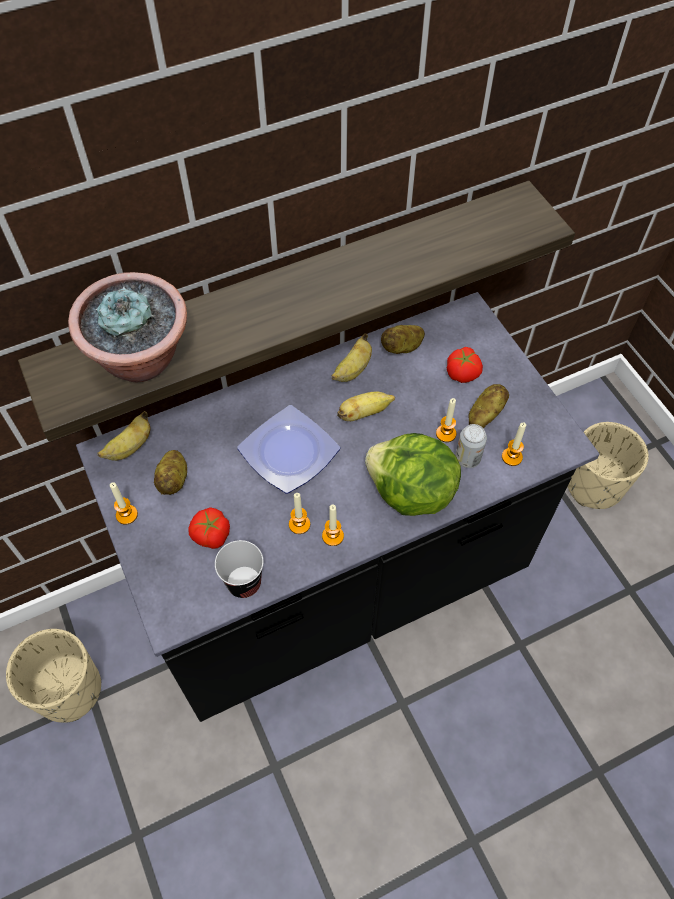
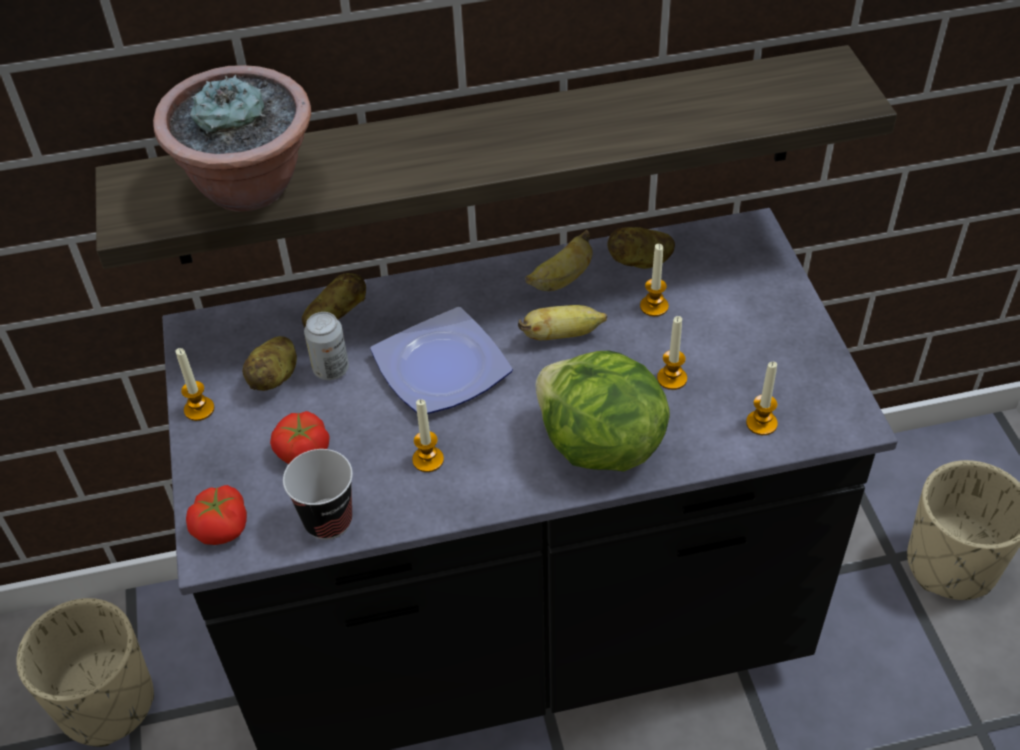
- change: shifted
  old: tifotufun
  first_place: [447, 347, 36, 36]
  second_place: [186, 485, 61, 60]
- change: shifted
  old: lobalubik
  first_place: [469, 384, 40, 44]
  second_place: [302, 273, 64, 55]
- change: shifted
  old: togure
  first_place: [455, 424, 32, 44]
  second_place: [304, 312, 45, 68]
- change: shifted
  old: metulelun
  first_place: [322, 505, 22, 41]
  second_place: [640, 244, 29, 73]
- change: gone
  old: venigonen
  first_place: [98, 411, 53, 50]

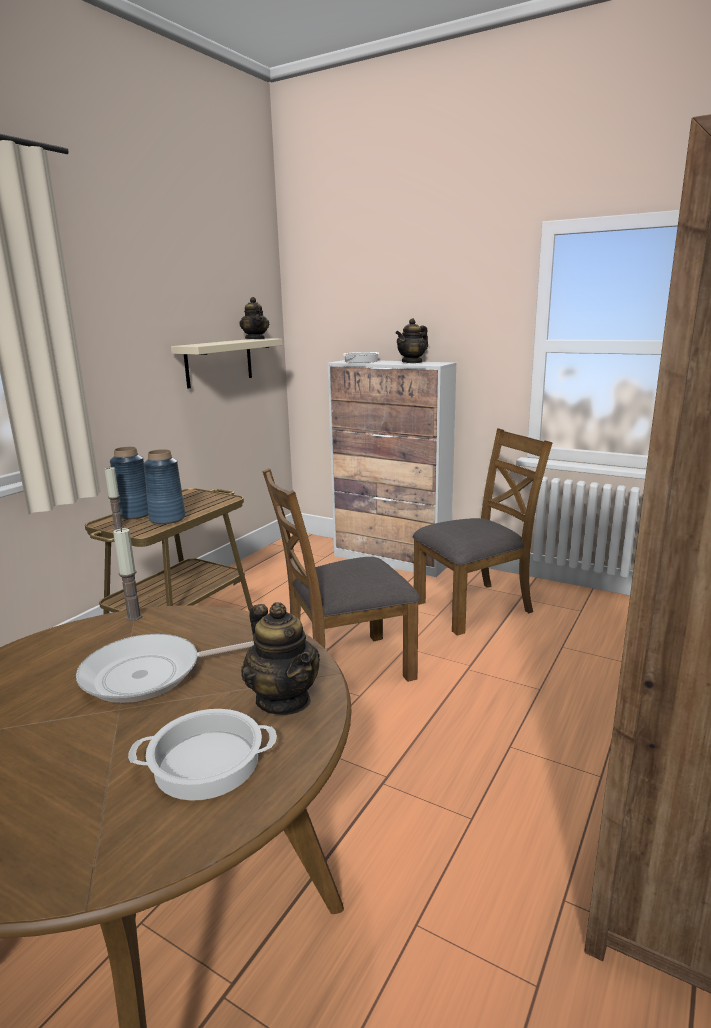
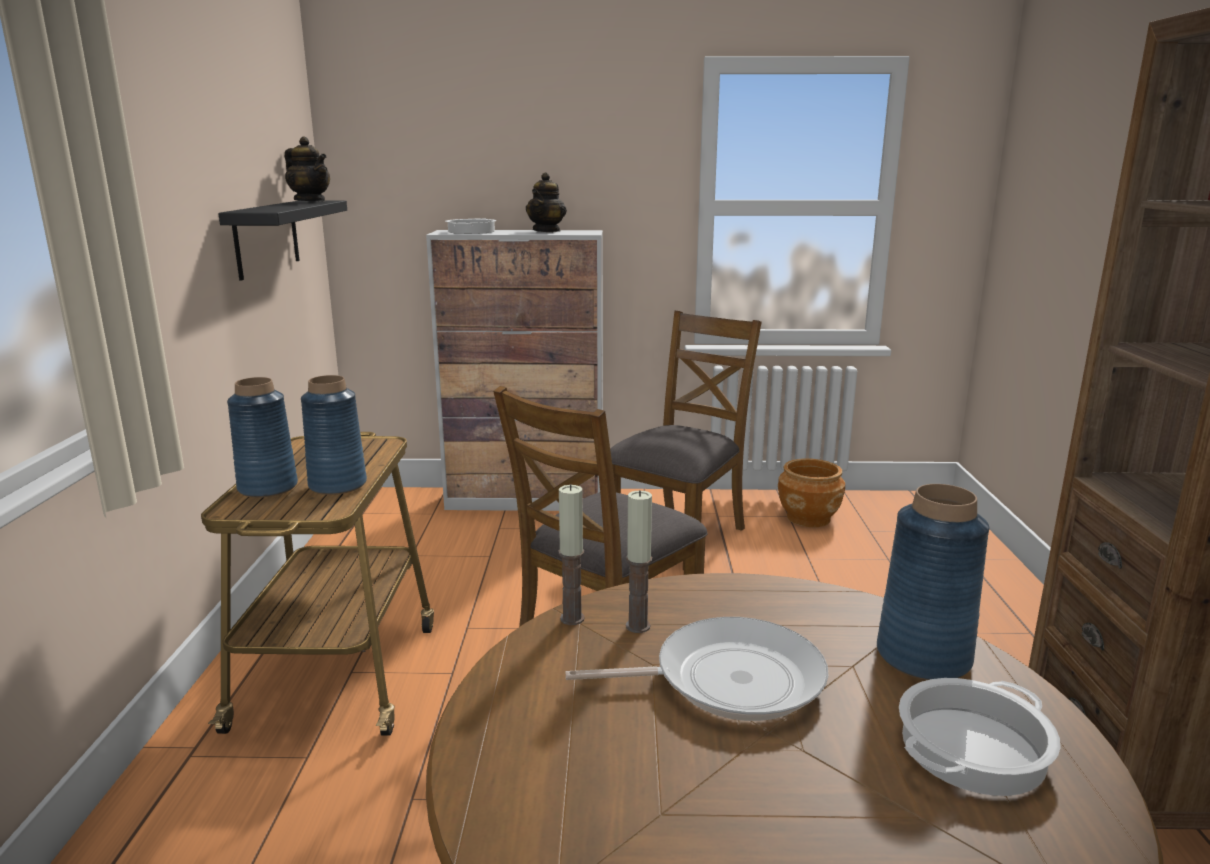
- change: repainted
  old: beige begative
  new: black begative
  first_place: [171, 339, 112, 49]
  second_place: [218, 200, 129, 81]
- change: rotated
  old: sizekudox
  first_place: [76, 634, 178, 69]
  second_place: [566, 617, 263, 104]
  degrees: -135
- change: shifted
  old: metulelun
  first_place: [104, 466, 20, 63]
  second_place: [626, 490, 26, 143]
- change: new
  new: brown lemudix
  second_place: [778, 458, 67, 69]
- change: swapped
  old: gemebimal
  new: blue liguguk
  first_place: [241, 602, 79, 113]
  second_place: [877, 484, 112, 196]

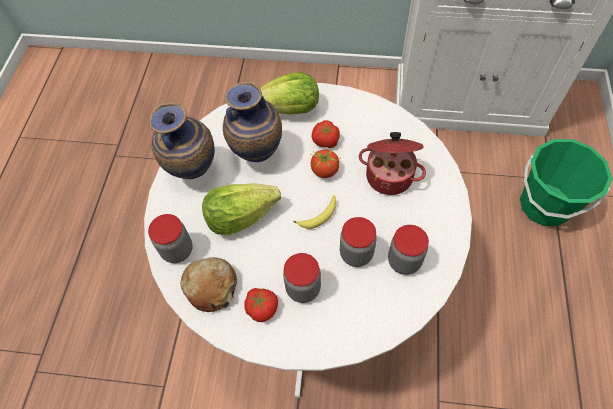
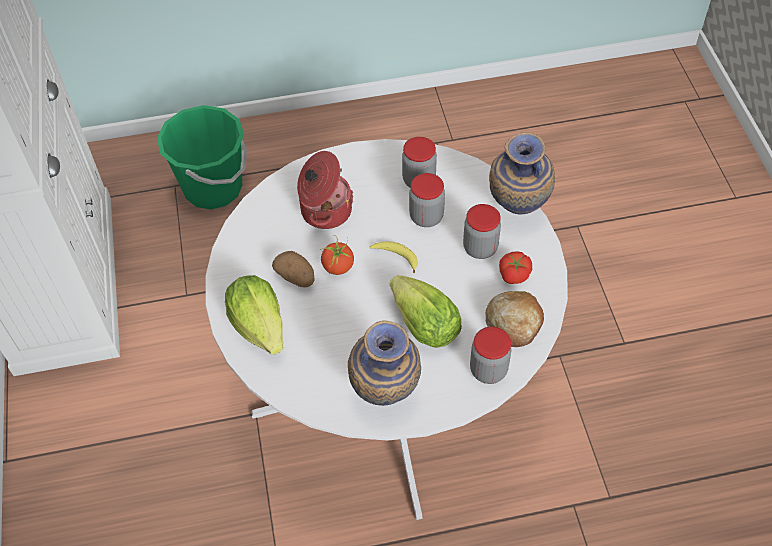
- change: swapped
  old: tifotufun
  new: lobalubik
  first_place: [311, 120, 29, 28]
  second_place: [272, 251, 43, 37]
- change: shifted
  old: liguguk
  first_place: [223, 82, 59, 80]
  second_place: [489, 132, 66, 82]

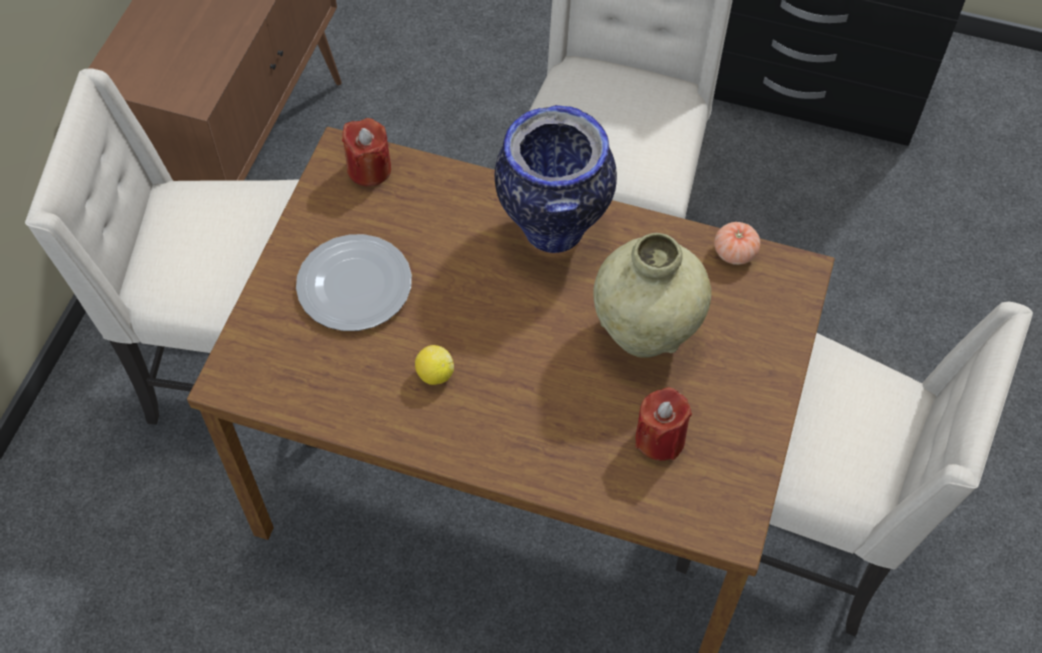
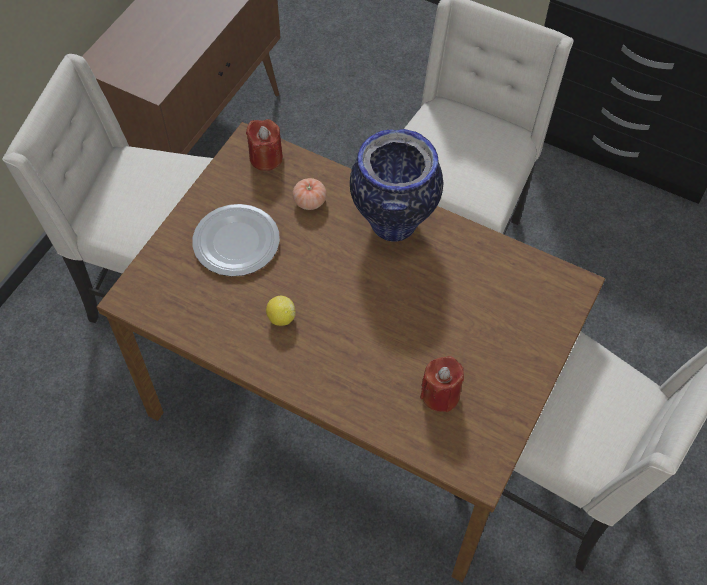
- change: shifted
  old: tifotufun
  first_place: [714, 222, 46, 43]
  second_place: [292, 178, 35, 32]
- change: gone
  old: beige liguguk
  first_place: [593, 233, 118, 125]

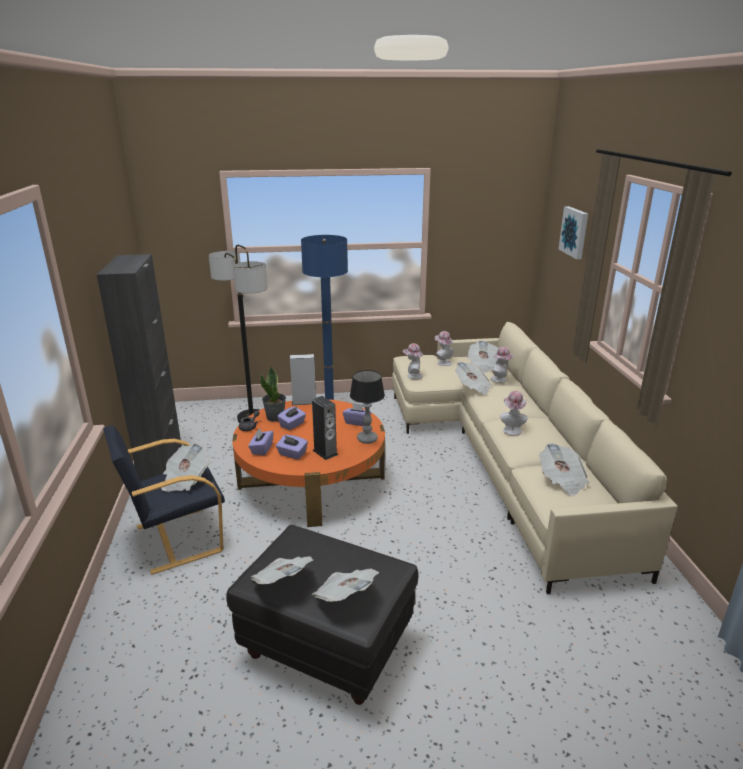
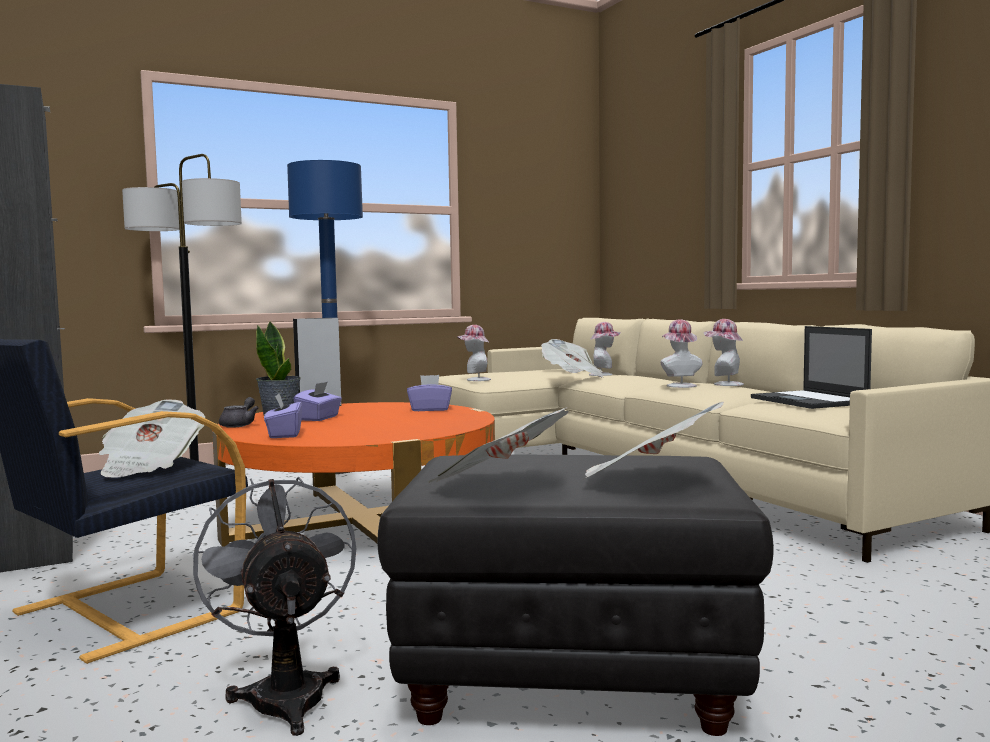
- change: new
  new: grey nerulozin
  second_place: [193, 477, 163, 259]
- change: shifted
  old: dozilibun
  first_place: [435, 331, 19, 35]
  second_place: [704, 319, 40, 67]
- change: swapped
  old: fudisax
  new: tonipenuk
  first_place: [539, 443, 51, 53]
  second_place: [751, 326, 121, 83]
- change: gone
  old: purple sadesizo
  first_place: [276, 435, 32, 24]
- change: gone
  old: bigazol
  first_place: [312, 396, 26, 64]
- change: gone
  old: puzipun
  first_place: [350, 370, 35, 74]
- change: gone
  old: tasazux
  first_place: [559, 206, 29, 53]

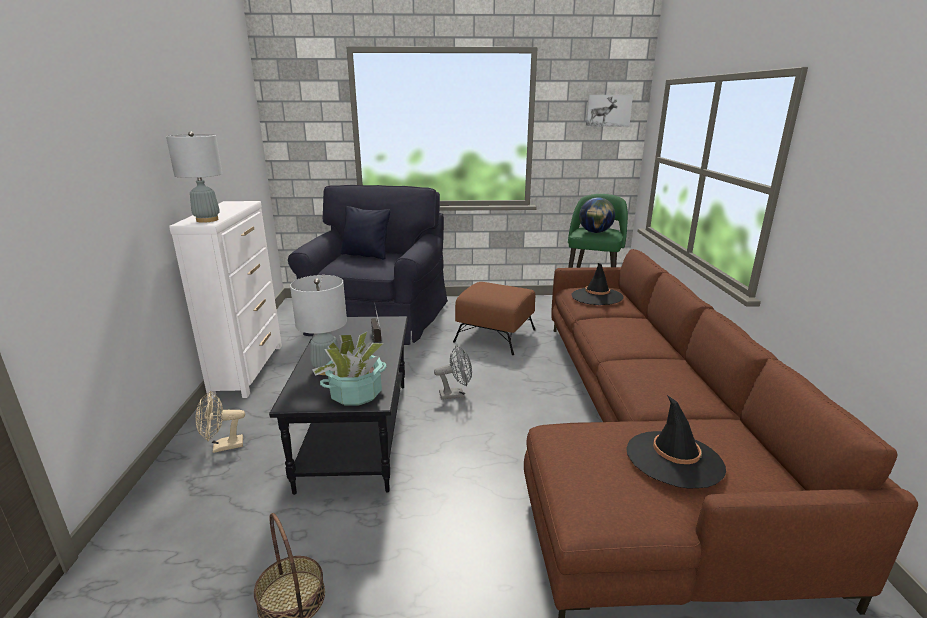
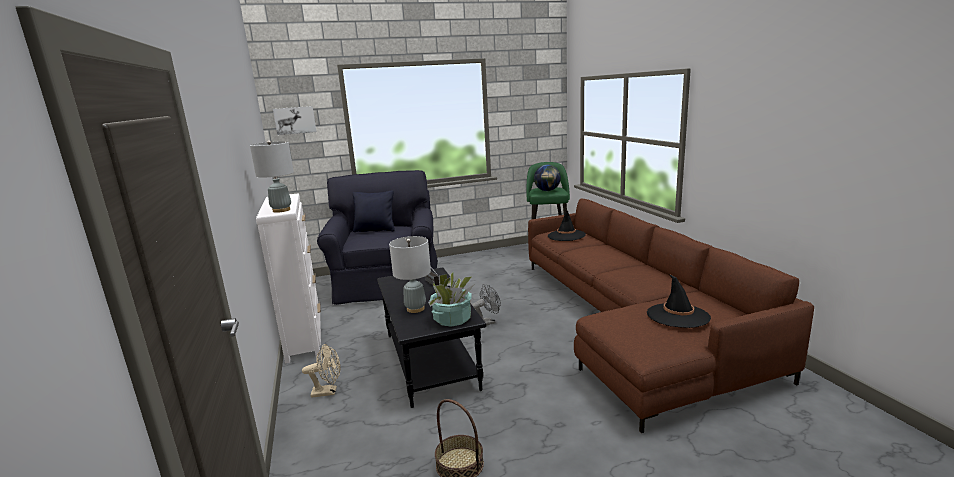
- change: shifted
  old: tasazux
  first_place: [586, 95, 47, 32]
  second_place: [273, 106, 43, 29]
- change: rotated
  old: beige nerulozin
  first_place: [196, 391, 49, 62]
  second_place: [302, 344, 38, 54]
  degrees: -150
- change: gone
  old: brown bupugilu
  first_place: [453, 282, 82, 73]

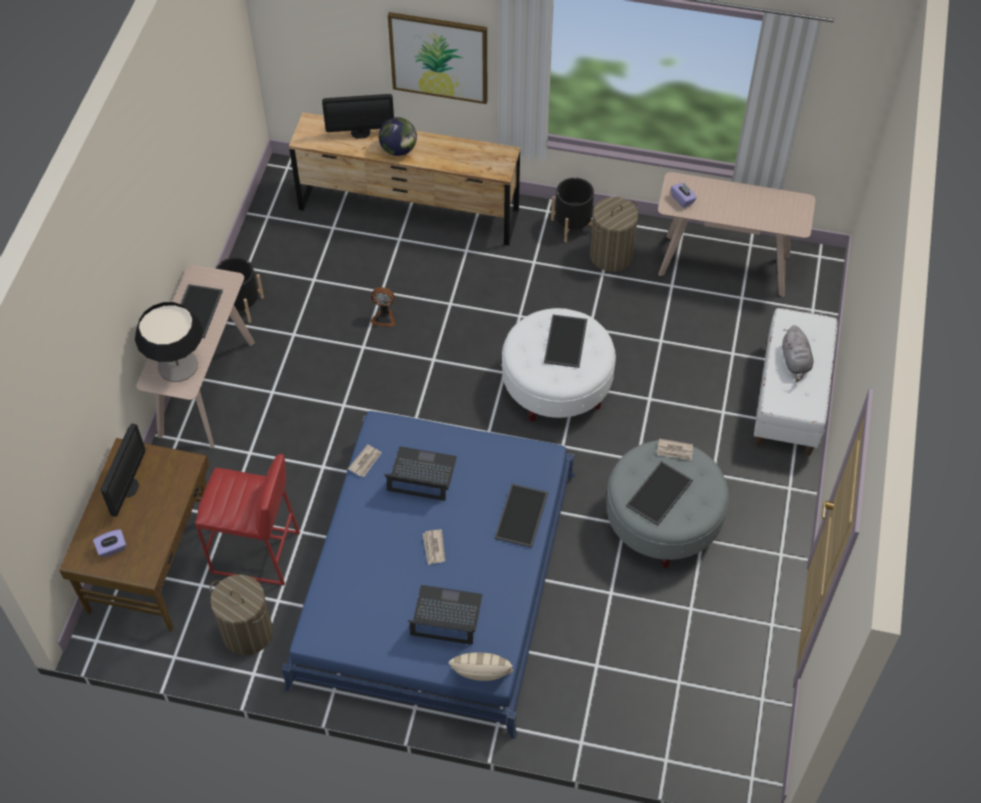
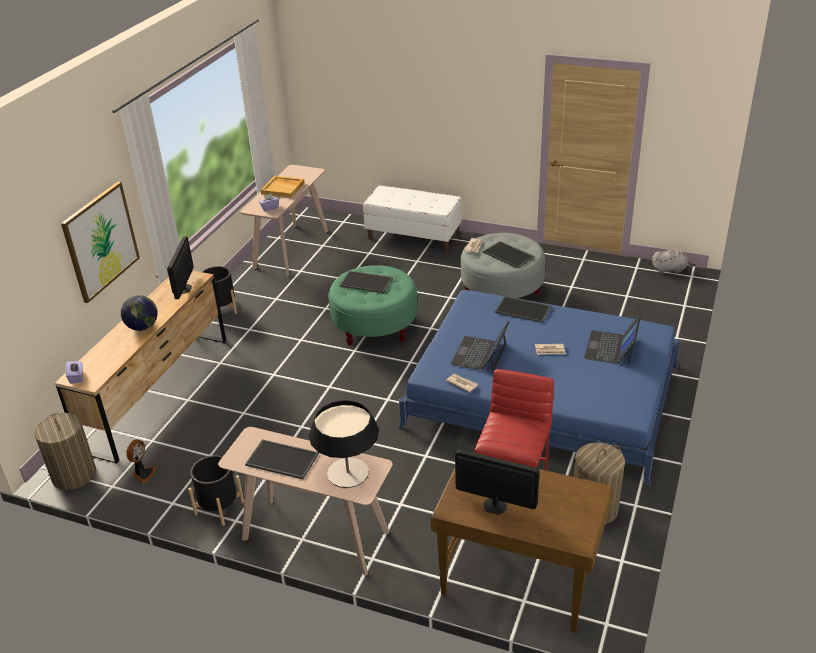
- change: shifted
  old: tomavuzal
  first_place: [590, 197, 49, 75]
  second_place: [34, 413, 62, 77]
- change: shifted
  old: purple sadesizo
  first_place: [93, 529, 33, 28]
  second_place: [66, 361, 17, 23]
- change: shifted
  old: nerulozin
  first_place: [371, 287, 24, 40]
  second_place: [126, 439, 31, 45]
- change: shifted
  old: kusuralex
  first_place: [322, 94, 72, 45]
  second_place: [167, 236, 27, 63]
- change: new
  new: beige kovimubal
  second_place: [261, 176, 43, 22]
- change: repainted
  old: white bupugilu
  new: green bupugilu
  first_place: [501, 308, 115, 114]
  second_place: [328, 265, 90, 81]
- change: shifted
  old: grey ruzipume
  first_place: [782, 325, 31, 57]
  second_place: [652, 250, 44, 24]
- change: gone
  old: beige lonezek
  first_place: [449, 652, 65, 29]

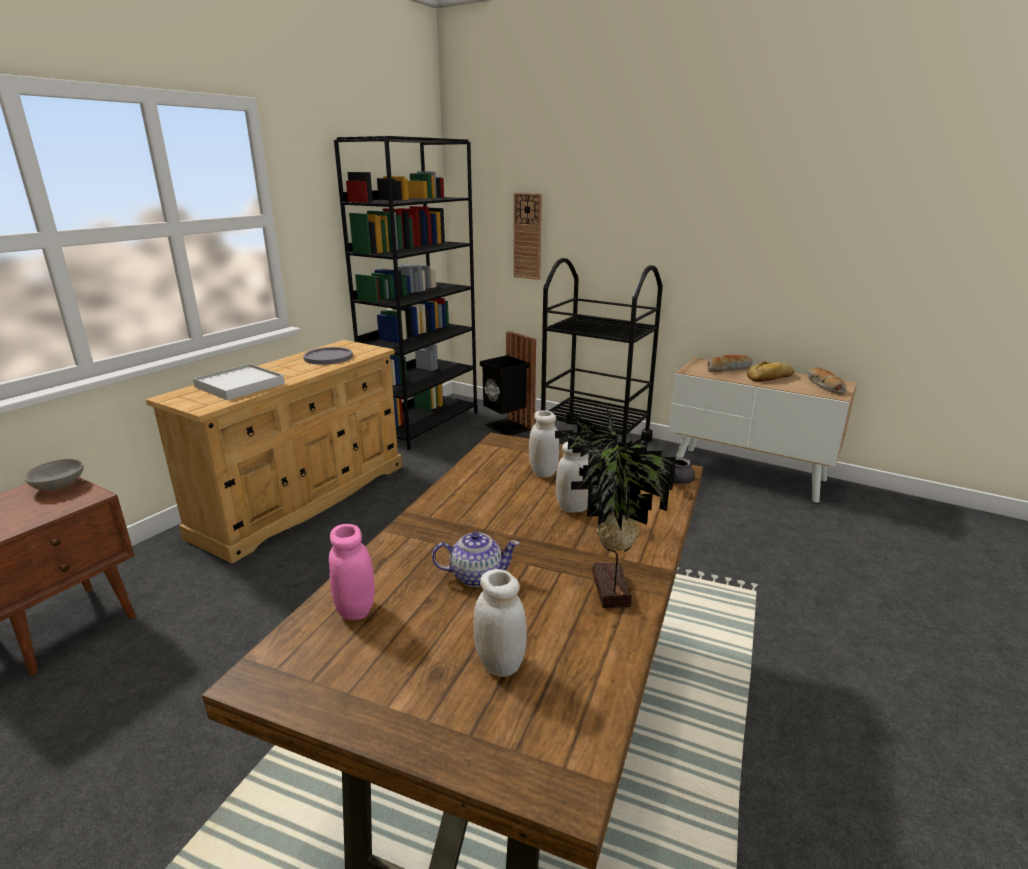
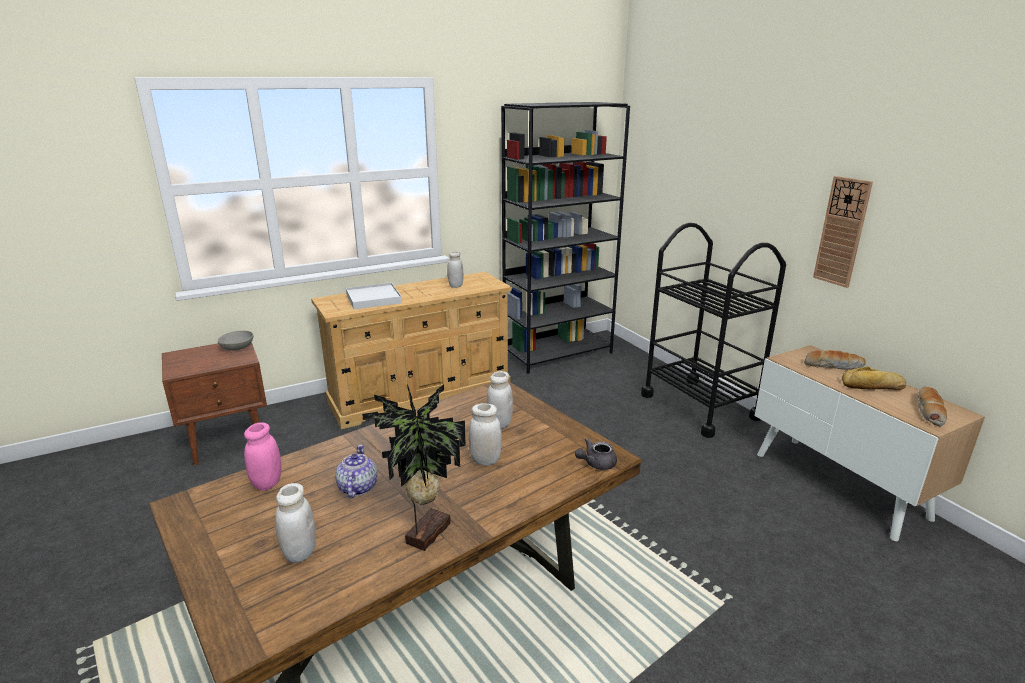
- change: rotated
  old: gemebimal
  first_place: [432, 532, 88, 55]
  second_place: [335, 444, 42, 54]
  degrees: -120
- change: swapped
  old: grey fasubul
  new: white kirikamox
  first_place: [303, 347, 50, 18]
  second_place: [447, 251, 16, 37]
- change: shifted
  old: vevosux
  first_place: [514, 193, 28, 87]
  second_place: [813, 176, 60, 112]
- change: gone
  old: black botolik
  first_place: [480, 331, 56, 105]

